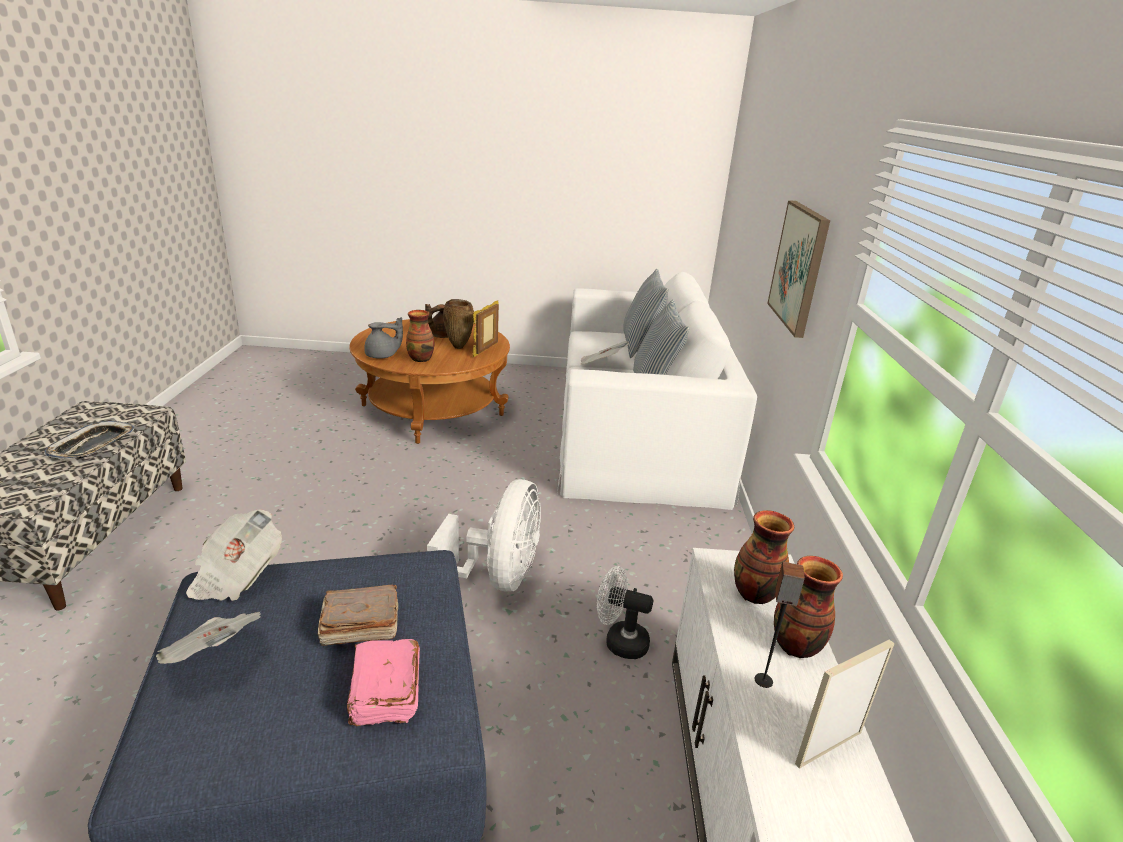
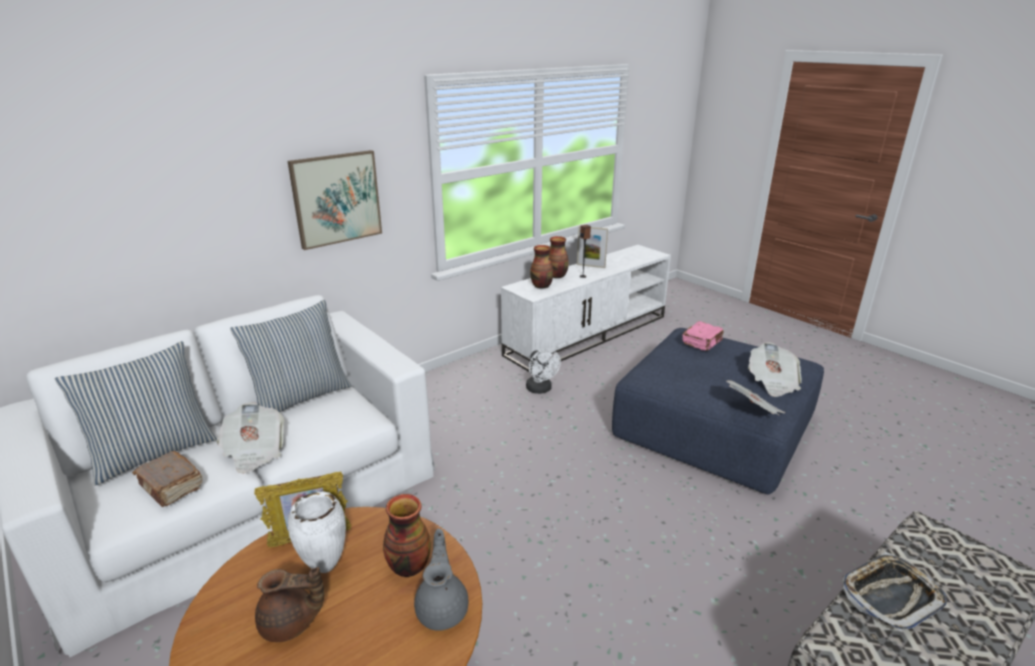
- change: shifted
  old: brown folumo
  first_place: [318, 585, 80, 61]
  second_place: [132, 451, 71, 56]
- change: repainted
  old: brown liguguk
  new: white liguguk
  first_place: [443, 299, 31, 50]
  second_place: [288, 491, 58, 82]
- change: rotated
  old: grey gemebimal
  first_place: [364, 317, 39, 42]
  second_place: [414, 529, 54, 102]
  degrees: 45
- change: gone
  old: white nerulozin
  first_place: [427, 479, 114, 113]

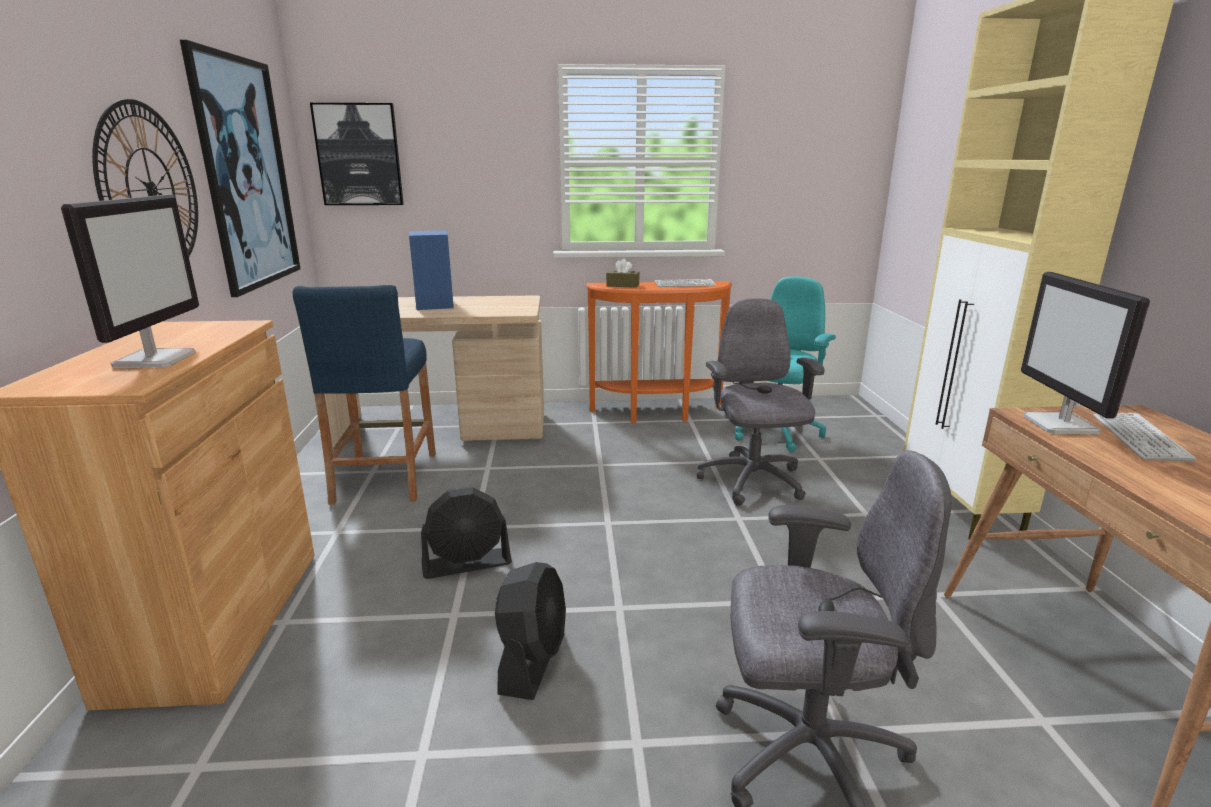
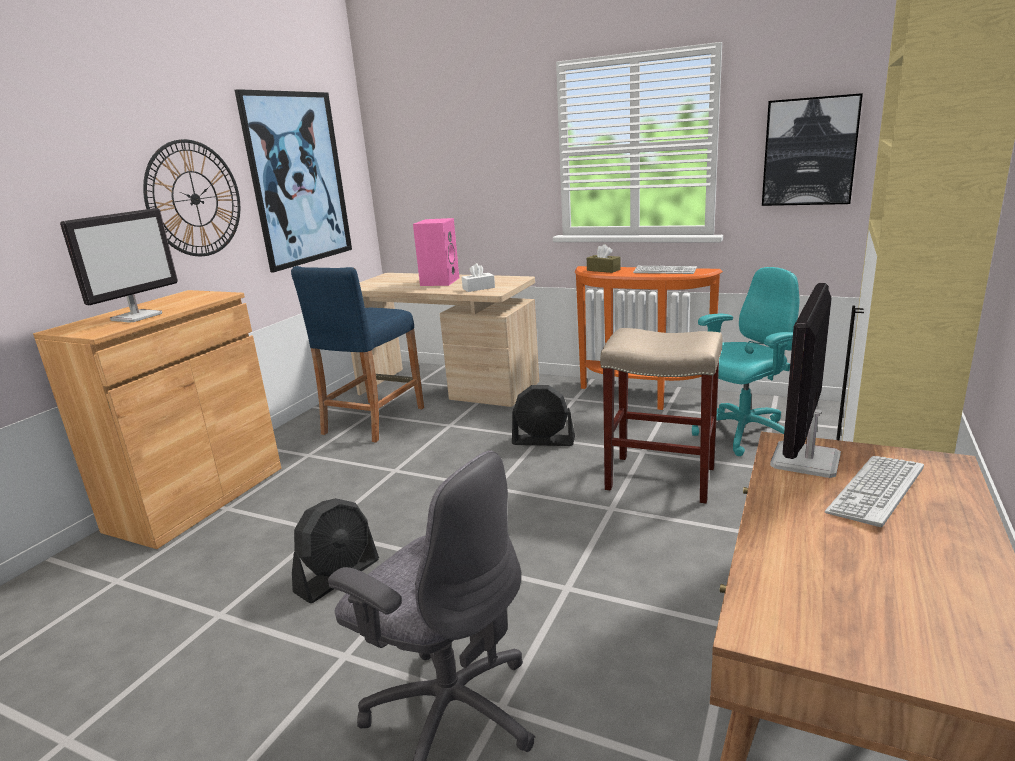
- change: repainted
  old: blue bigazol
  new: pink bigazol
  first_place: [409, 230, 45, 80]
  second_place: [413, 218, 46, 68]
- change: new
  new: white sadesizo
  second_place: [462, 263, 33, 29]
- change: shifted
  old: black nerulozin
  first_place: [421, 486, 91, 93]
  second_place: [512, 385, 63, 61]
- change: swapped
  old: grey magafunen
  new: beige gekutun
  first_place: [697, 298, 128, 208]
  second_place: [600, 328, 123, 175]
- change: shifted
  old: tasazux
  first_place: [310, 103, 94, 102]
  second_place: [762, 93, 101, 113]

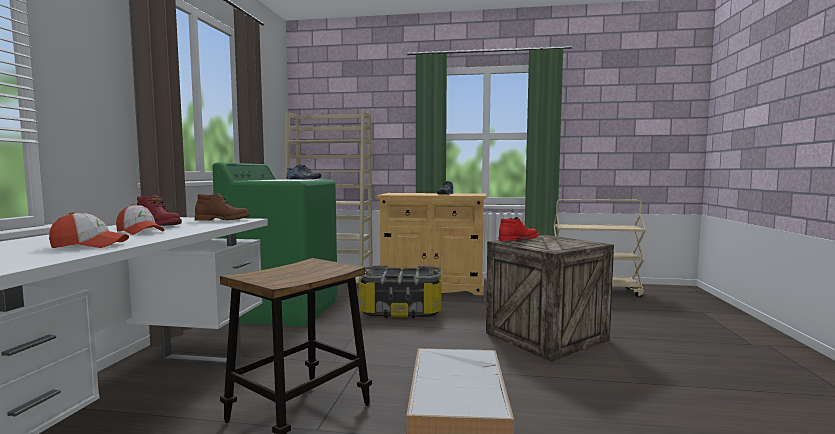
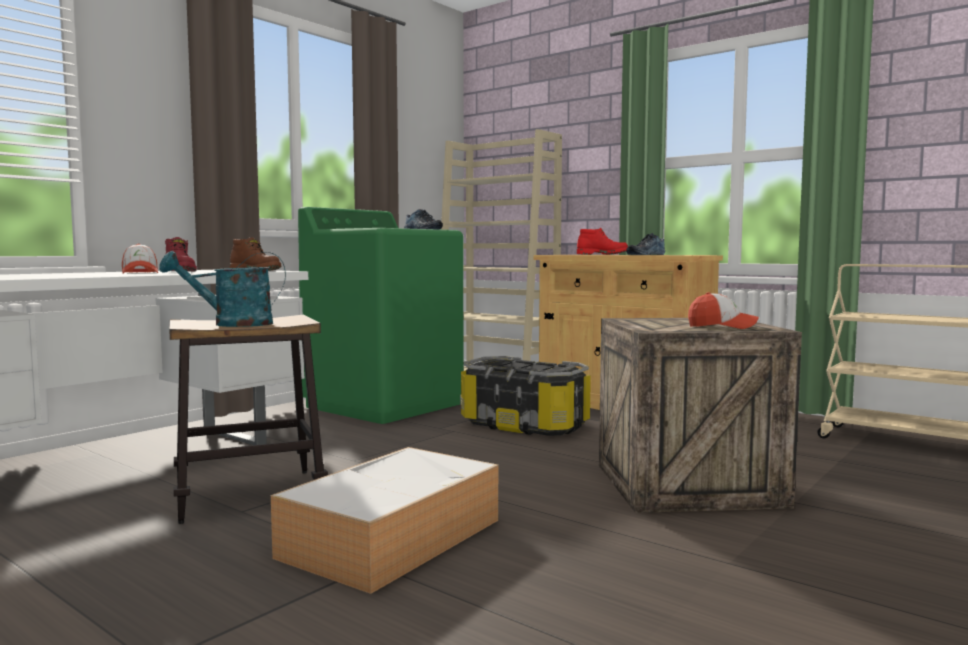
- change: new
  new: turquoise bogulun
  second_place: [159, 251, 127, 76]
- change: shifted
  old: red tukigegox
  first_place: [499, 217, 40, 24]
  second_place: [577, 228, 51, 27]
- change: shifted
  old: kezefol
  first_place: [49, 212, 80, 36]
  second_place: [688, 292, 71, 37]

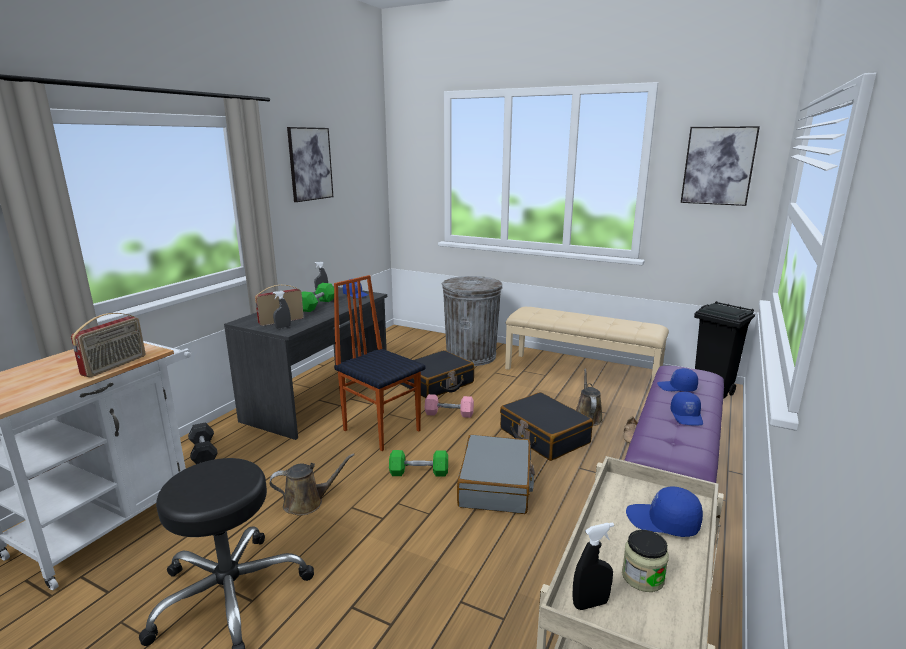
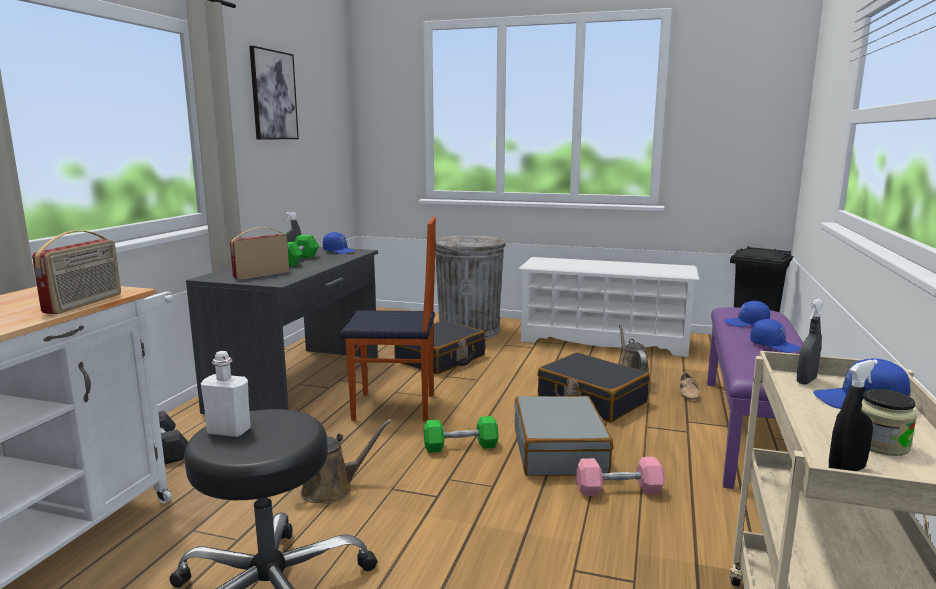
- change: new
  new: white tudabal
  second_place: [201, 351, 50, 86]
- change: rotated
  old: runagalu
  first_place: [334, 275, 92, 176]
  second_place: [339, 217, 97, 204]
  degrees: 150
- change: swapped
  old: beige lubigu
  new: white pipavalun
  first_place: [505, 307, 164, 82]
  second_place: [519, 257, 180, 100]
- change: shifted
  old: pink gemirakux
  first_place: [425, 394, 49, 24]
  second_place: [576, 457, 89, 39]
- change: rotated
  old: blue kezefol
  first_place: [670, 392, 33, 34]
  second_place: [750, 319, 51, 34]
  degrees: -45
- change: shifted
  old: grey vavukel
  first_place: [273, 291, 18, 38]
  second_place: [797, 299, 26, 86]
- change: gone
  old: tasazux
  first_place: [681, 126, 79, 80]

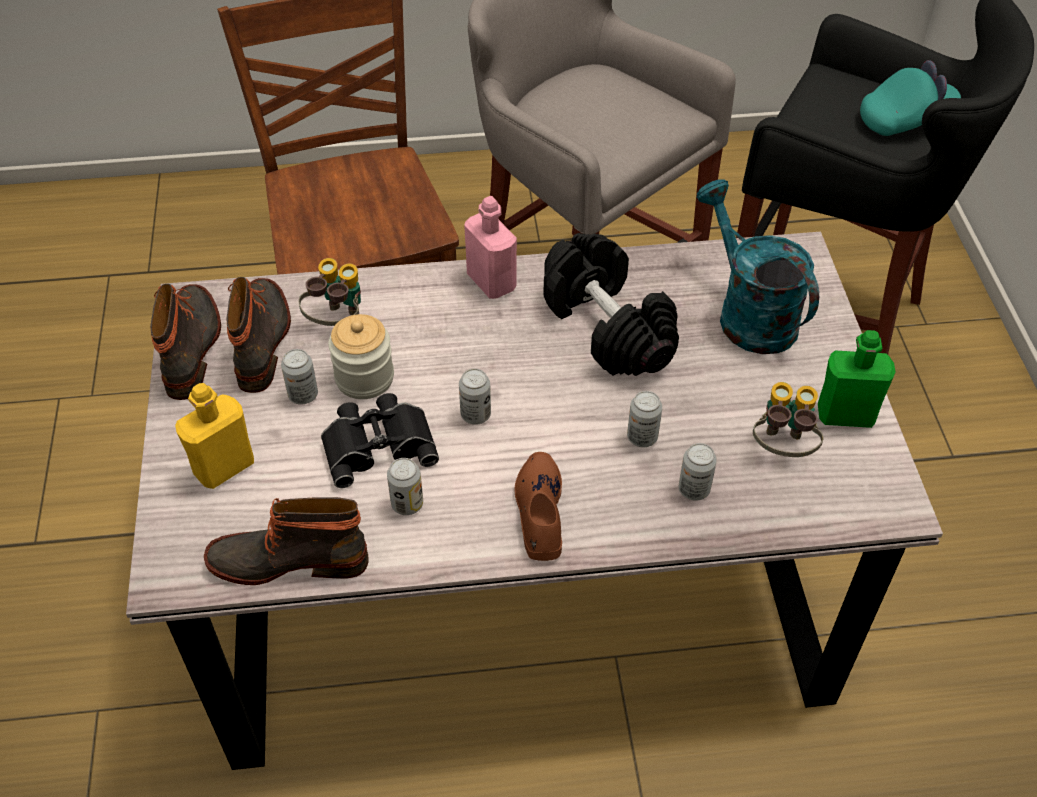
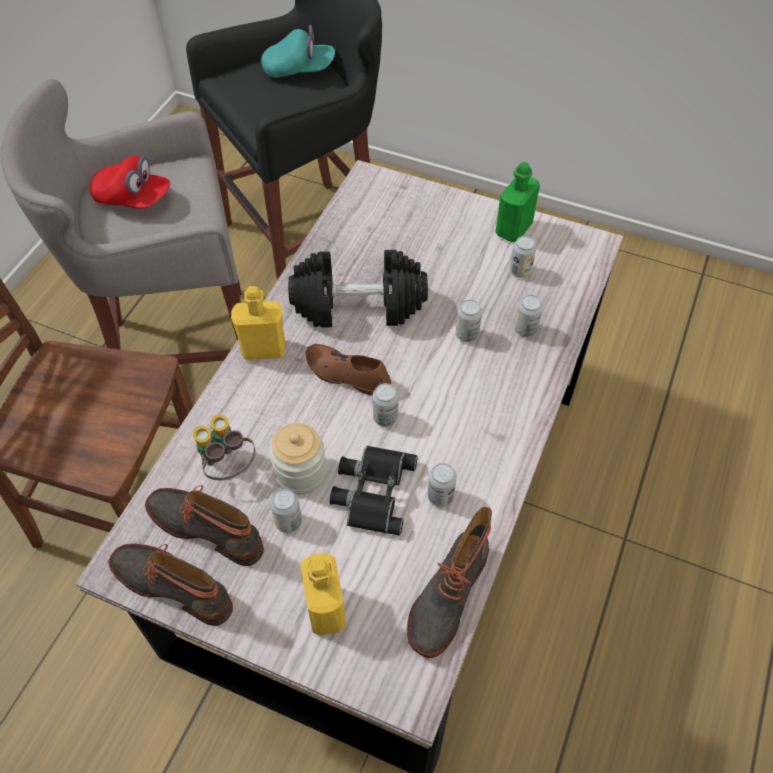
- change: new
  new: red kezefol
  second_place: [90, 156, 80, 53]
- change: repainted
  old: pink tudabal
  new: yellow tudabal
  first_place: [464, 196, 53, 103]
  second_place: [231, 286, 54, 74]
- change: rotated
  old: turquoise kezefol
  first_place: [860, 60, 101, 76]
  second_place: [261, 25, 74, 53]
  degrees: 75
- change: shifted
  old: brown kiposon
  first_place: [515, 452, 47, 109]
  second_place: [306, 344, 85, 52]
- change: swapped
  old: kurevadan
  new: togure
  first_place: [753, 382, 71, 75]
  second_place: [510, 236, 26, 42]
- change: gone
  old: turquoise bogulun
  first_place: [696, 179, 123, 175]

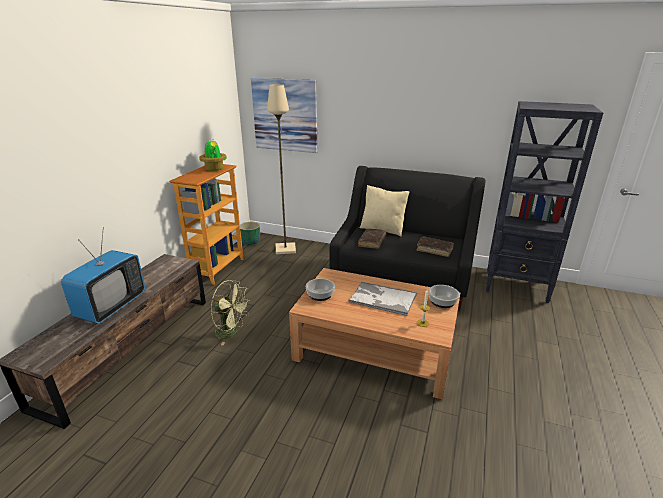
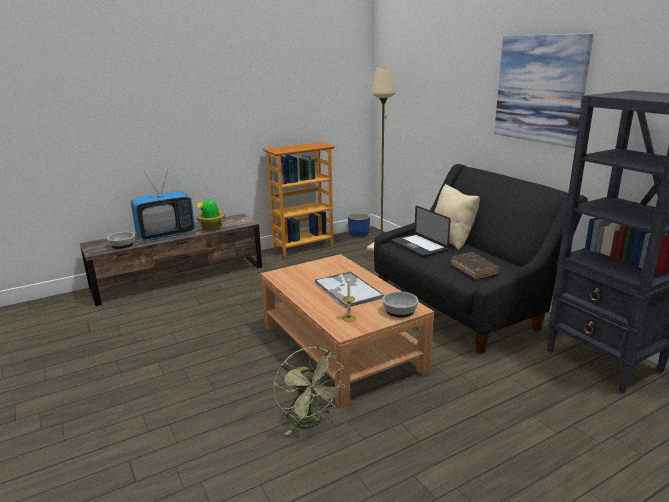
- change: shifted
  old: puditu
  first_place: [306, 278, 29, 23]
  second_place: [107, 232, 28, 17]
- change: shifted
  old: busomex
  first_place: [199, 140, 28, 31]
  second_place: [196, 199, 29, 32]
- change: shifted
  old: green nerulozin
  first_place: [211, 280, 39, 65]
  second_place: [274, 347, 72, 89]
- change: repainted
  old: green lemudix
  new: blue lemudix
  first_place: [240, 222, 20, 23]
  second_place: [348, 213, 22, 24]
- change: swapped
  old: brown folumo
  new: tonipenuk
  first_place: [358, 228, 28, 21]
  second_place: [392, 206, 59, 51]
- change: shifted
  old: tasazux
  first_place: [251, 78, 66, 75]
  second_place: [494, 33, 99, 115]

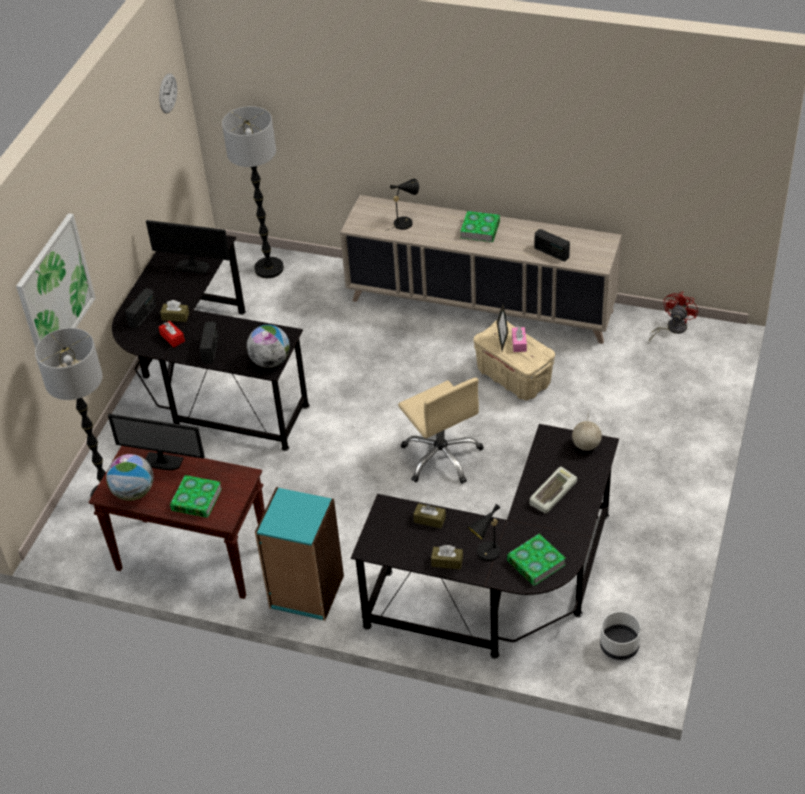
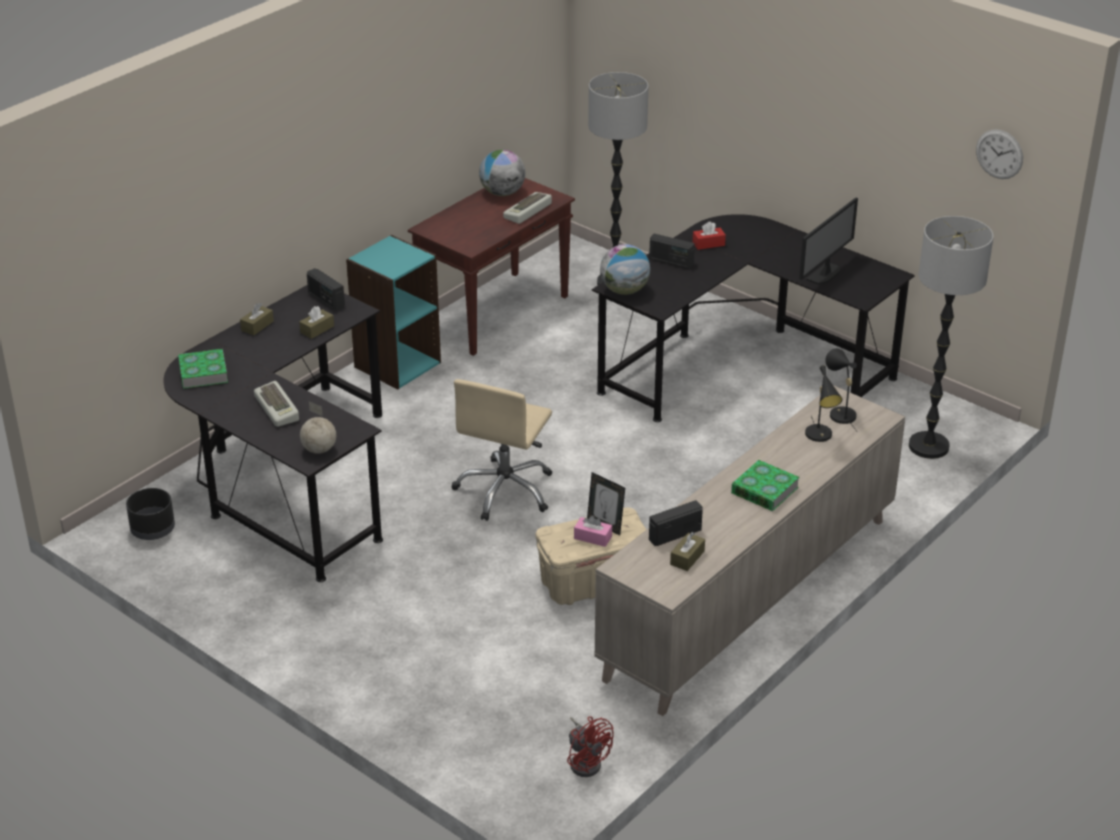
- change: repainted
  old: white lemudix
  new: black lemudix
  first_place: [600, 612, 41, 48]
  second_place: [126, 488, 49, 52]
- change: shifted
  old: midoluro
  first_place: [125, 288, 32, 41]
  second_place: [307, 268, 38, 43]
- change: rotated
  old: beige magafunen
  first_place: [398, 378, 86, 106]
  second_place: [452, 379, 100, 142]
  degrees: -60
- change: swapped
  old: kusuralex
  new: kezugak
  first_place: [108, 414, 97, 56]
  second_place: [503, 192, 49, 32]
- change: shifted
  old: brown sadesizo
  first_place: [160, 300, 29, 22]
  second_place: [670, 532, 35, 39]
- change: shifted
  old: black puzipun
  first_place: [467, 504, 41, 57]
  second_place: [825, 348, 32, 83]
- change: gone
  old: tasazux
  first_place: [16, 213, 80, 135]
- change: gone
  old: folumo
  first_place: [170, 475, 52, 43]

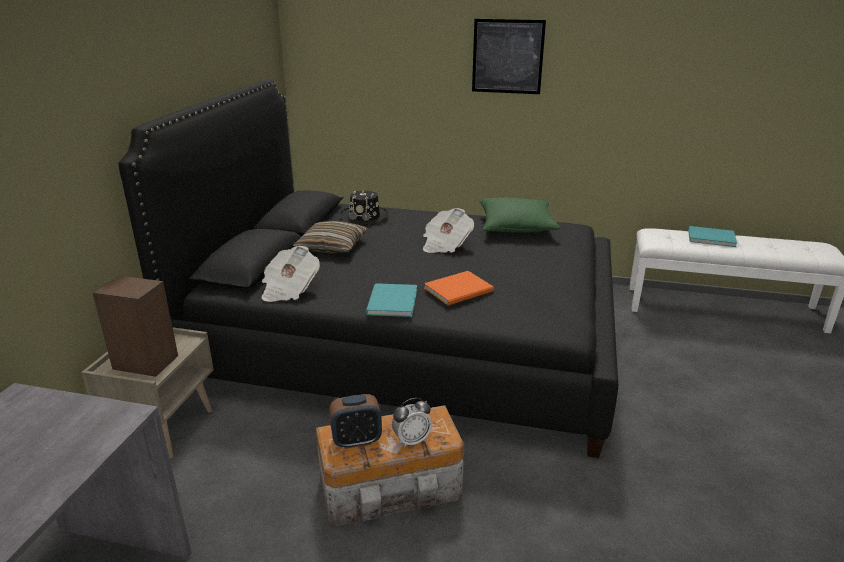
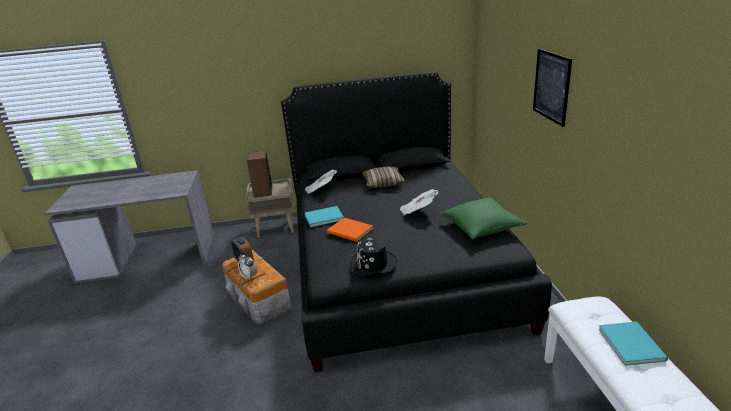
- change: shifted
  old: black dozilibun
  first_place: [340, 191, 49, 35]
  second_place: [350, 238, 47, 38]

